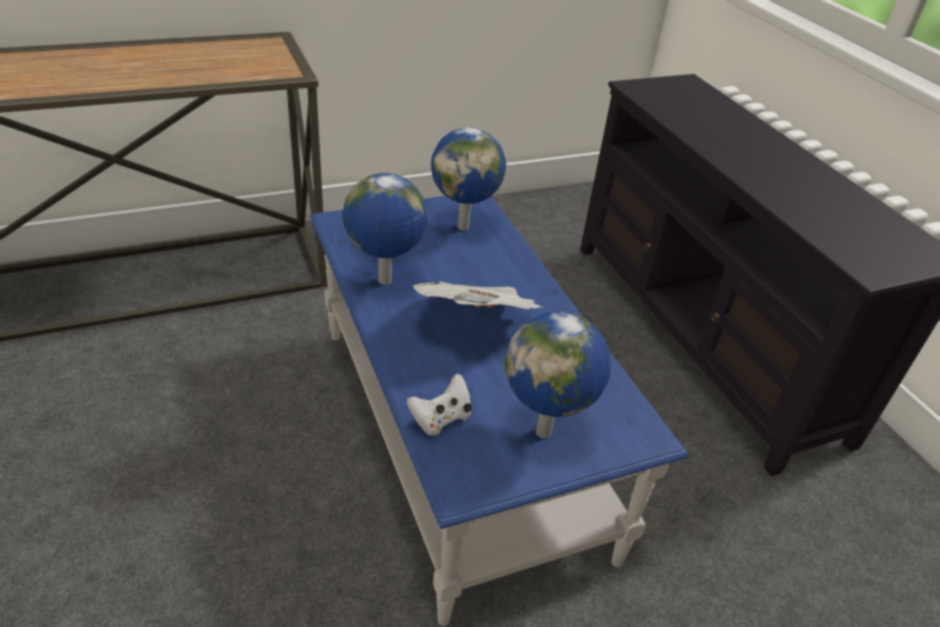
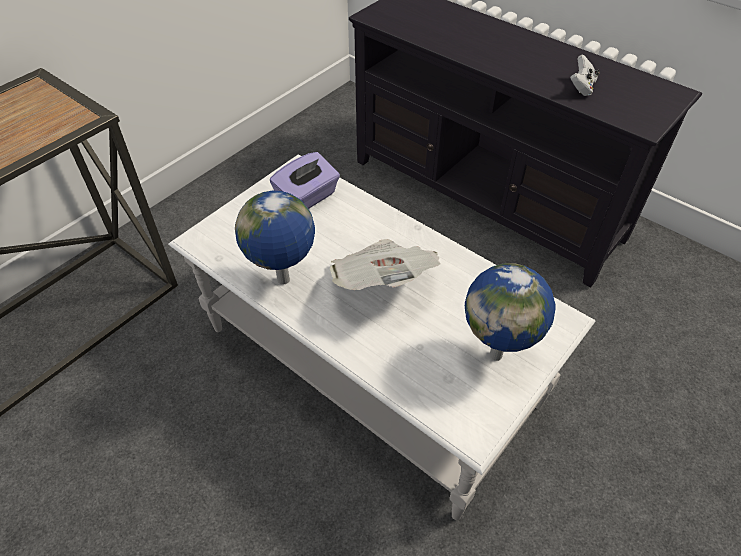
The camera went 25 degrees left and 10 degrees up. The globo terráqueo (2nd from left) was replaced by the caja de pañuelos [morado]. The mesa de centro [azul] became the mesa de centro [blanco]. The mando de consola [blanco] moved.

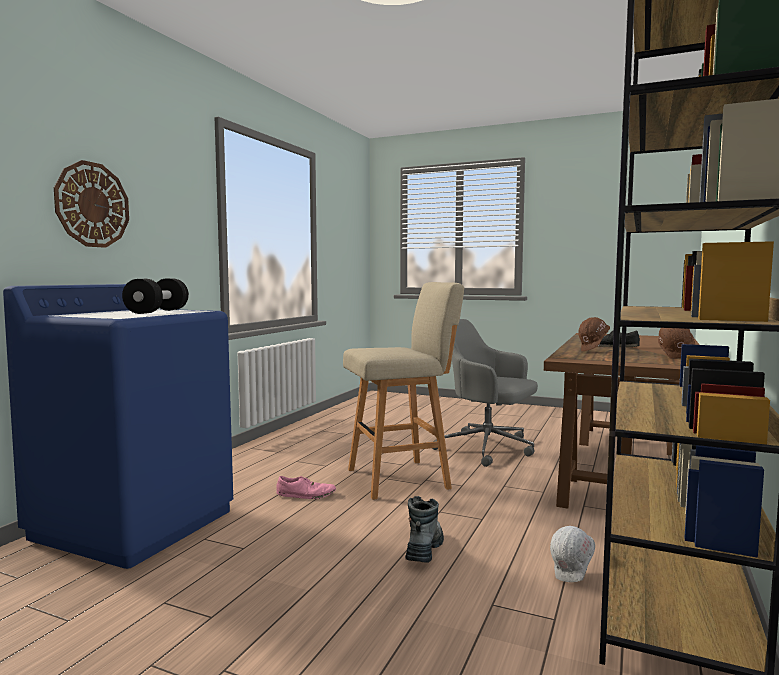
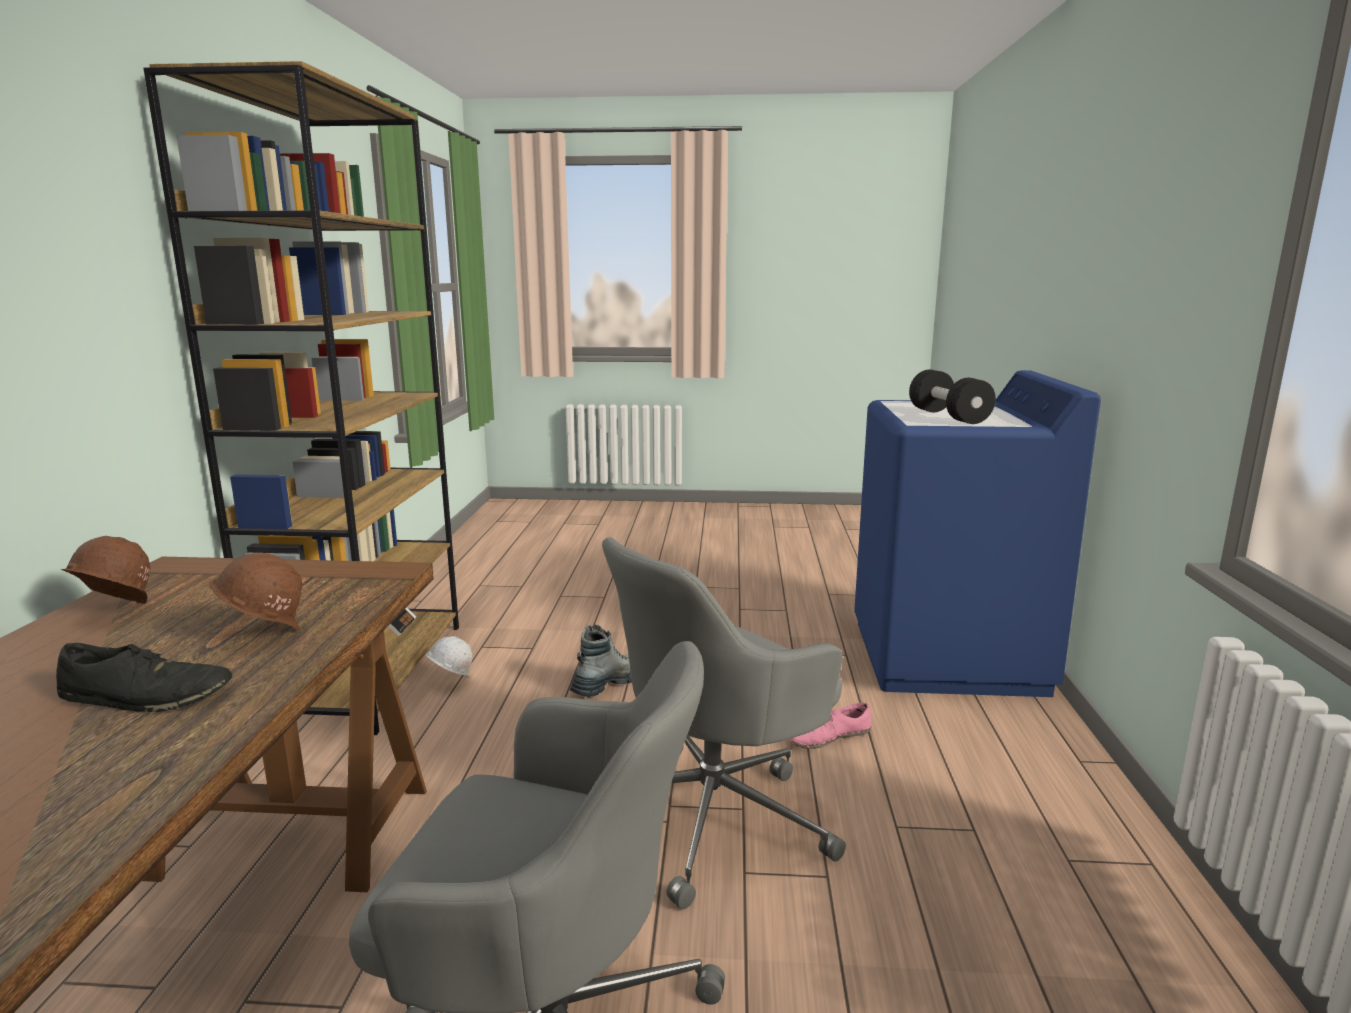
The camera went 160 degrees right and 10 degrees up. The reloj de pared disappeared. The taburete [beis] was replaced by the silla de oficina [gris] (2nd from left). The bota turned 135 degrees counterclockwise.

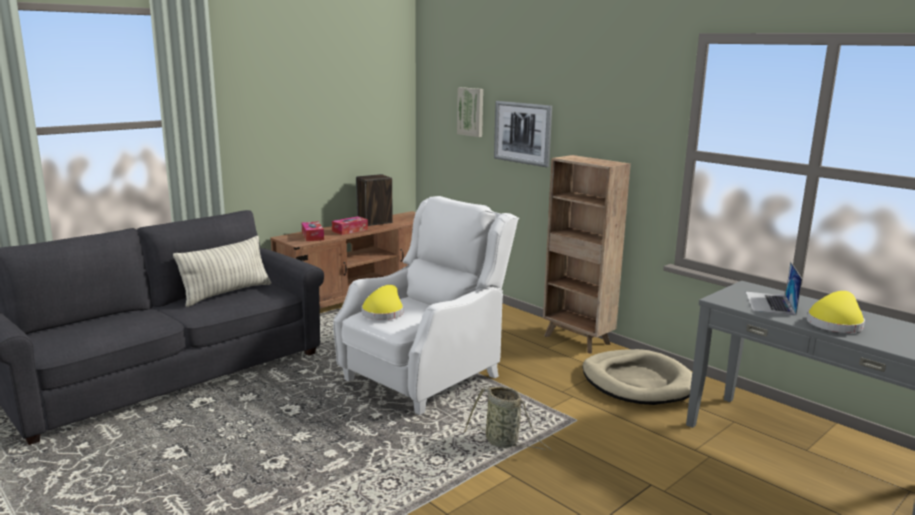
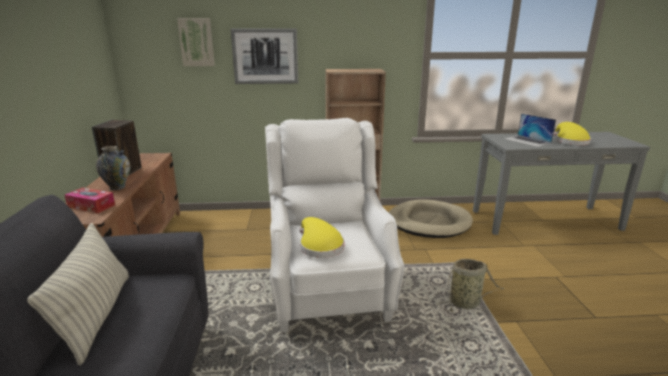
The camera went 50 degrees left and 5 degrees up. The caja de pañuelos (2nd from left) was replaced by the florero.

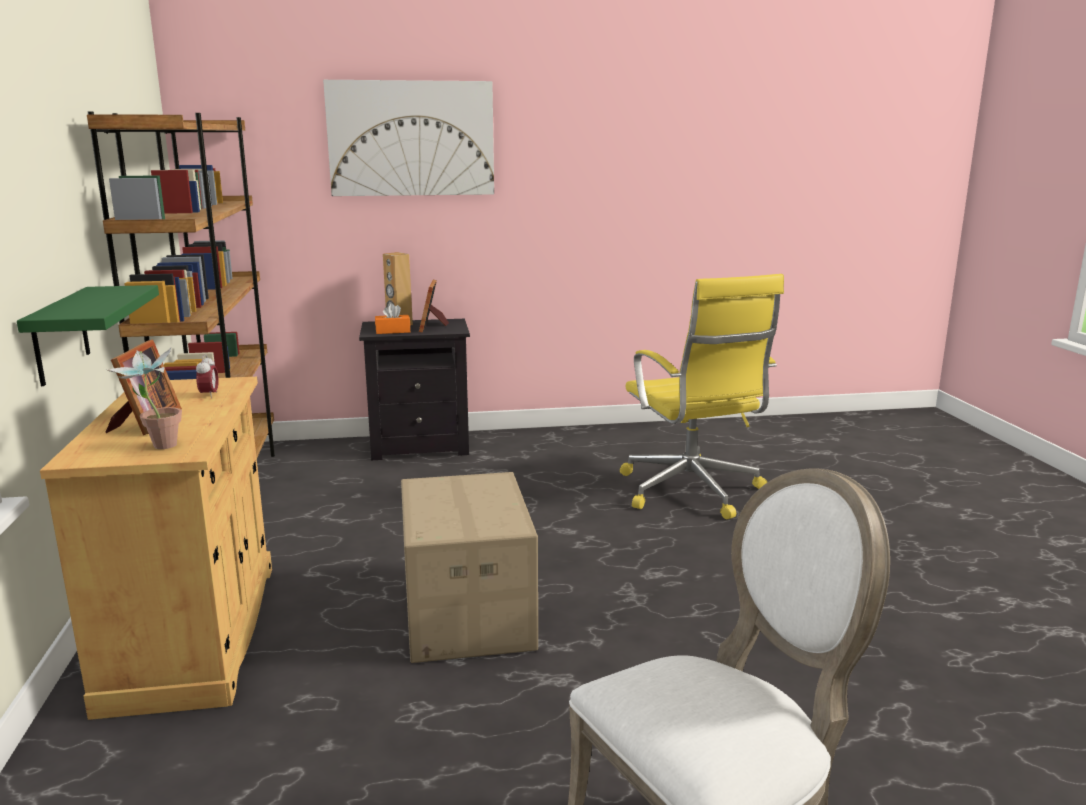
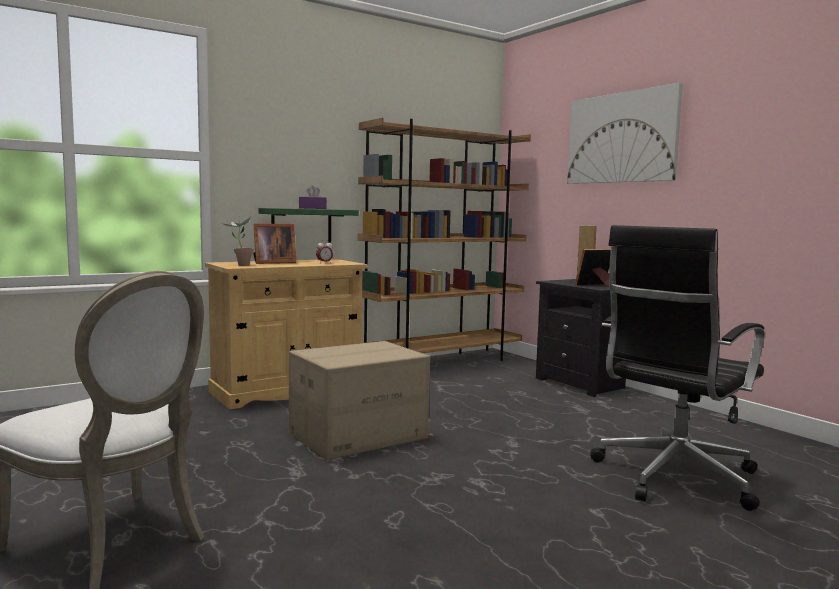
The camera went 65 degrees right and 10 degrees down. The silla de oficina [amarillo] became the silla de oficina [negro]. The caja de pañuelos [naranja] disappeared. The caja de pañuelos [morado] appeared.

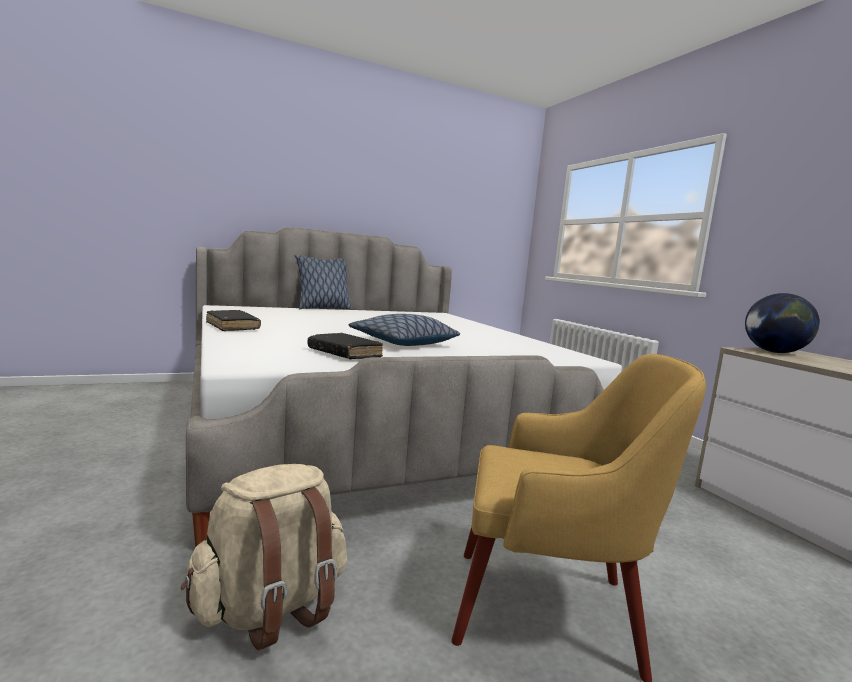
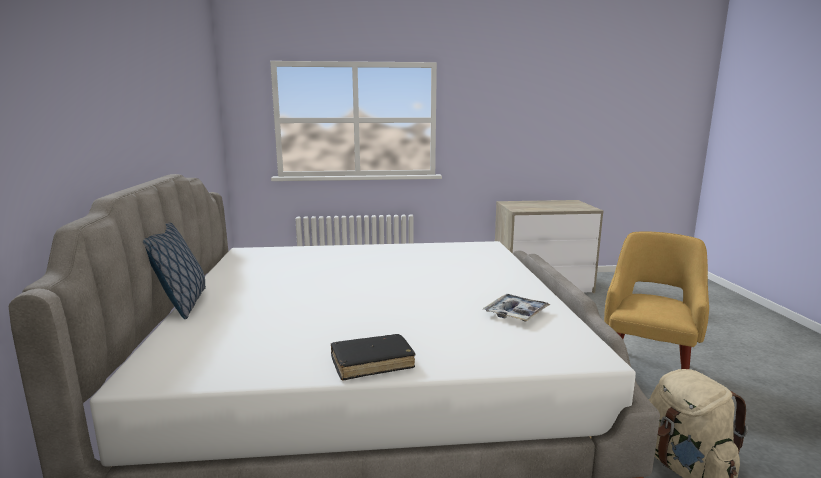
The camera went 70 degrees left and 5 degrees up. The globo terráqueo disappeared. The cojín (2nd from left) disappeared. The libro [negro] (2nd from left) was replaced by the bandeja.

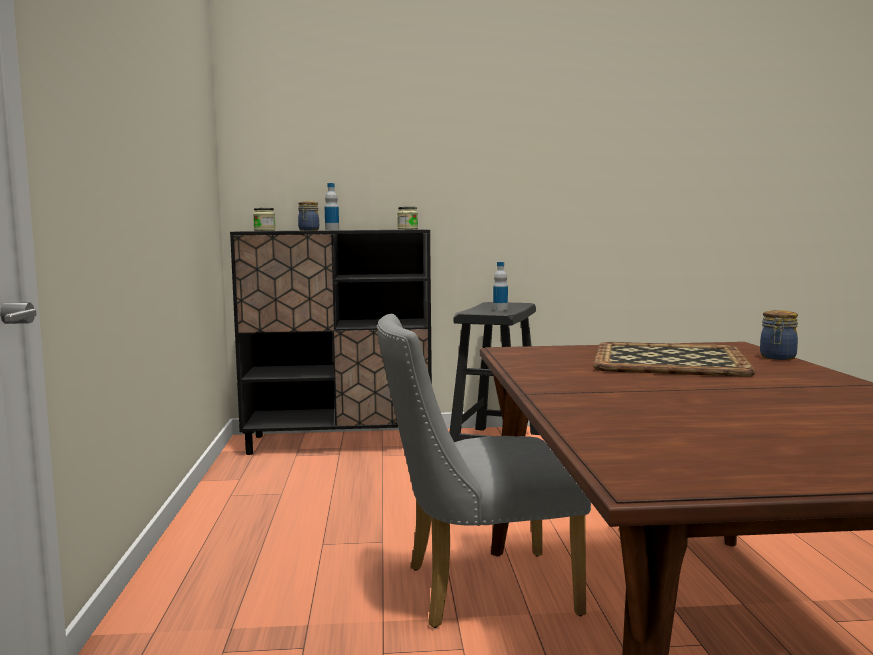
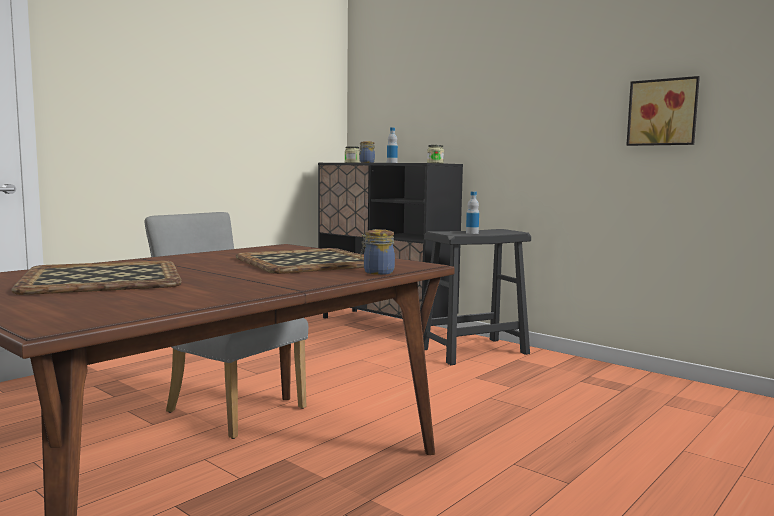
The camera went 45 degrees right and 0 degrees up. The cuadro appeared. The bandeja (1st from left) appeared.

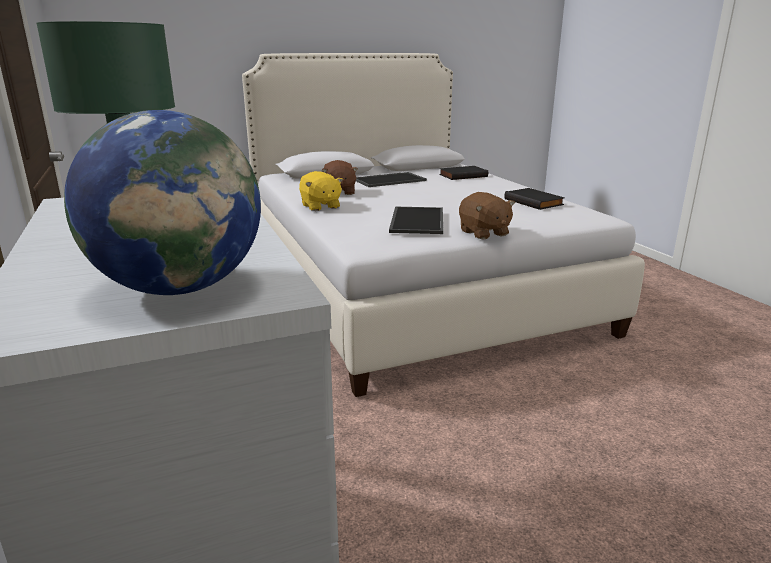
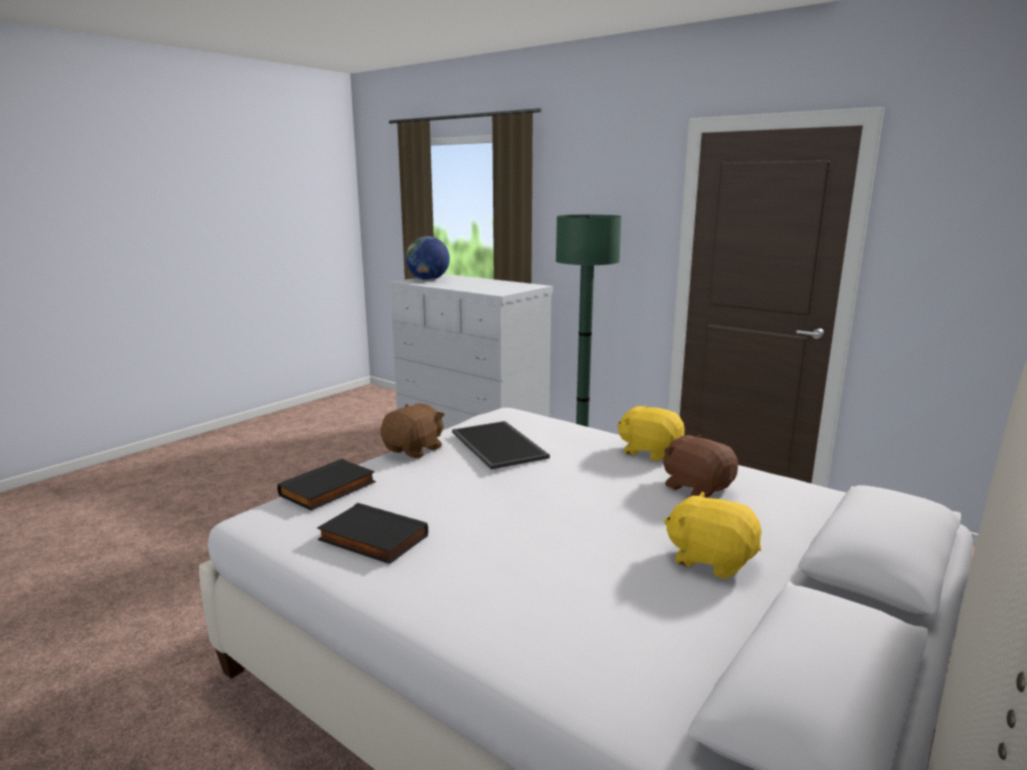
The camera went 150 degrees right and 5 degrees down. The libro [negro] (1st from left) moved. The bandeja (1st from left) was replaced by the peluche [amarillo] (2nd from left). The peluche [marrón] (2nd from left in the first image) turned 90 degrees clockwise.

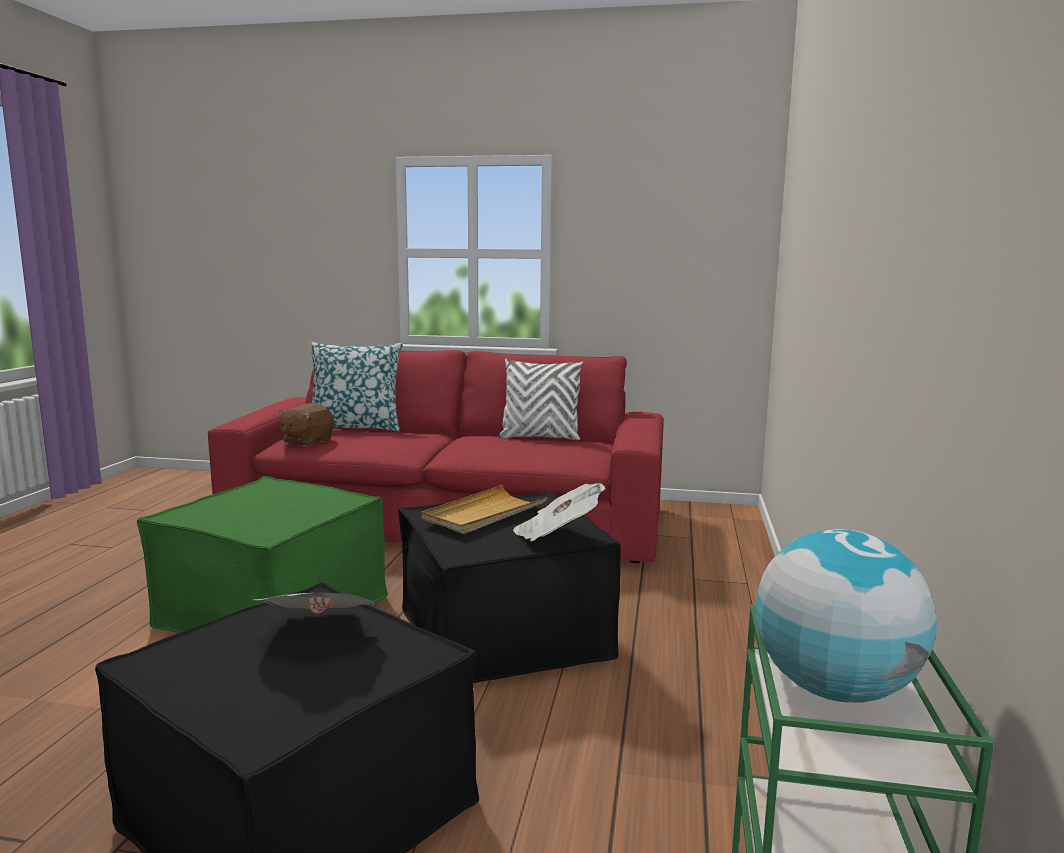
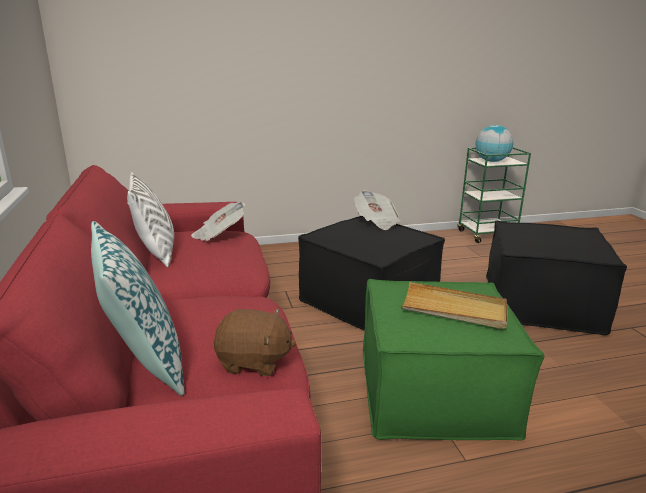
The camera went 115 degrees left and 10 degrees up. The bandeja [beis] moved. The periódico (1st from left) moved.

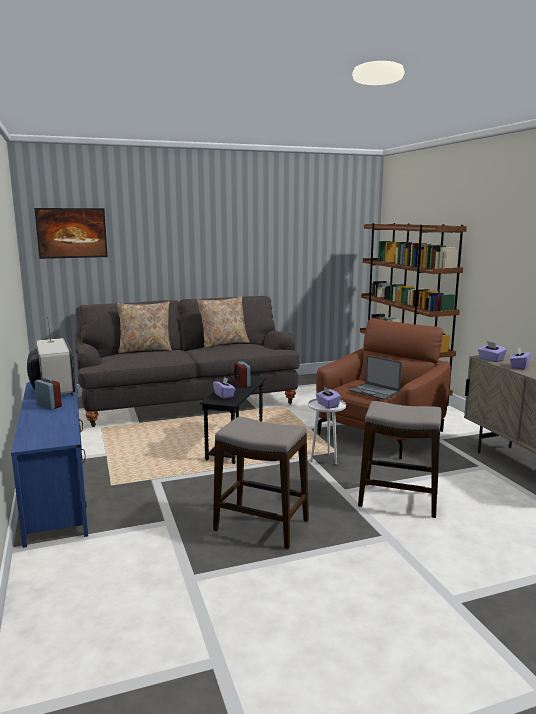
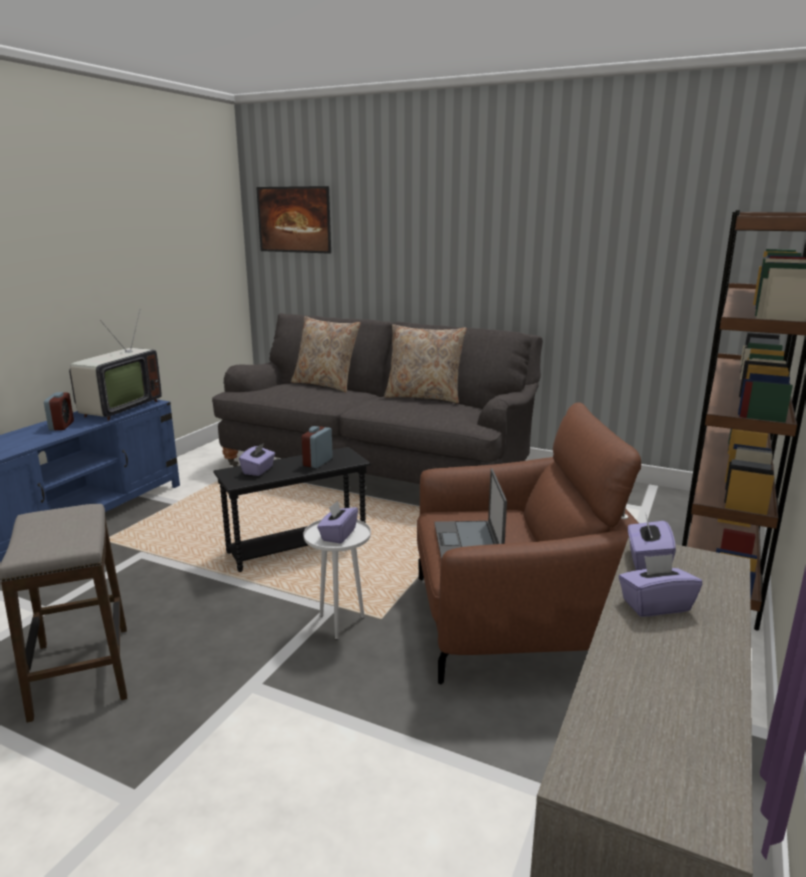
The camera went 45 degrees right and 5 degrees up. The taburete (2nd from left) disappeared.

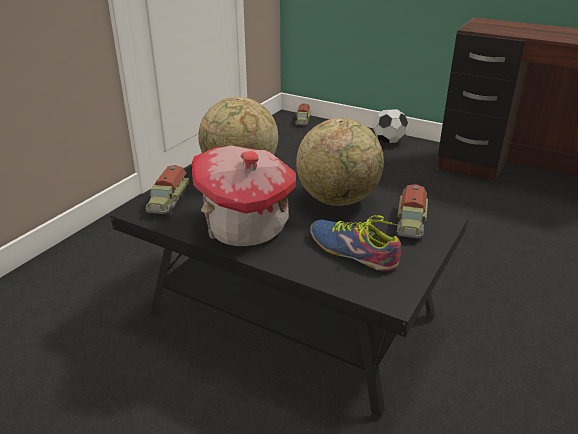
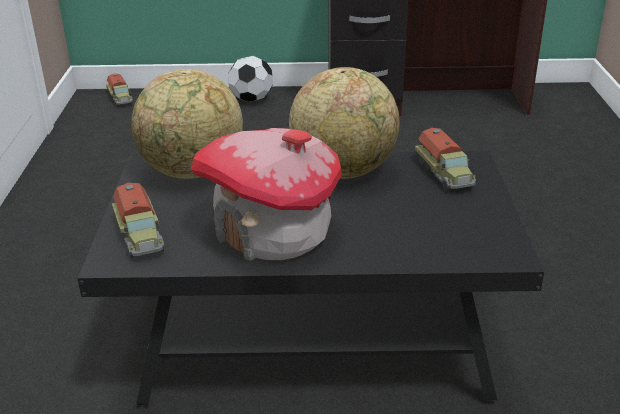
The camera went 30 degrees left and 0 degrees up. The zapato disappeared.

